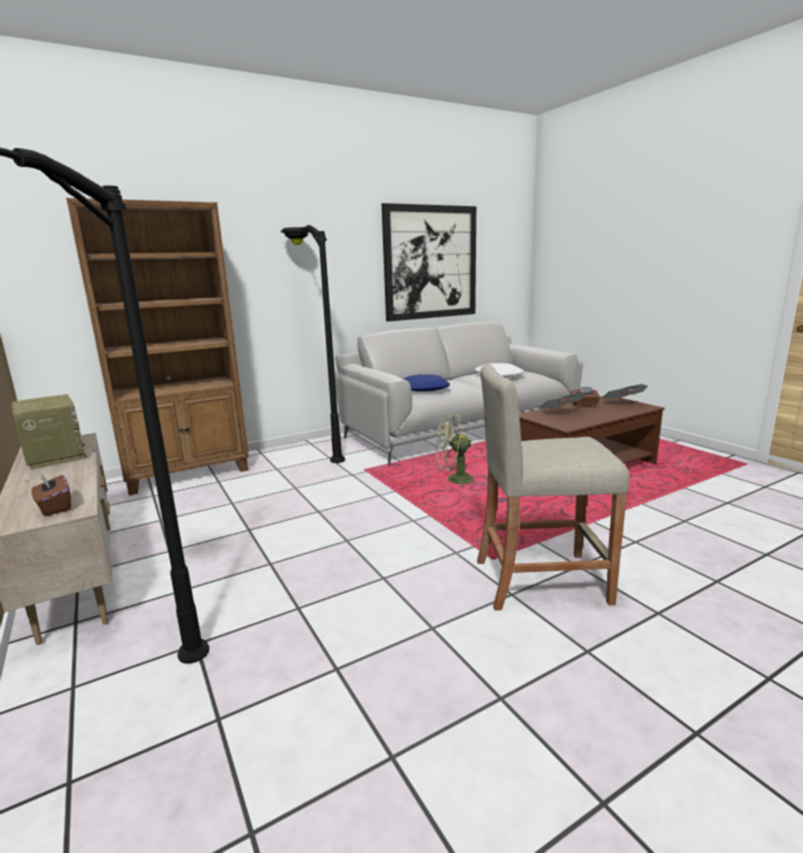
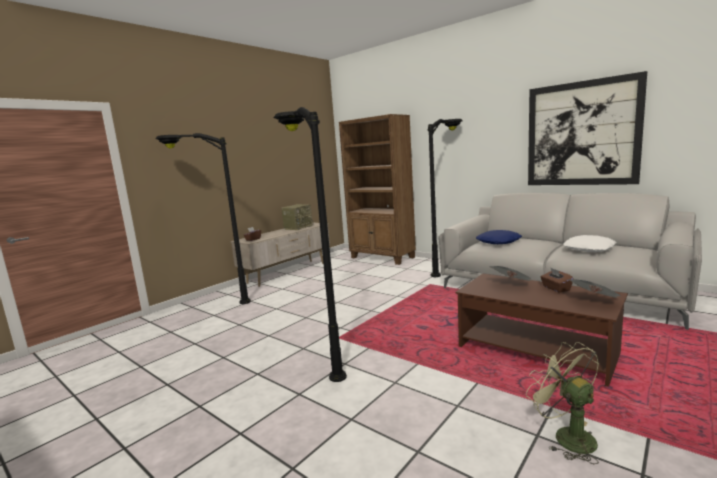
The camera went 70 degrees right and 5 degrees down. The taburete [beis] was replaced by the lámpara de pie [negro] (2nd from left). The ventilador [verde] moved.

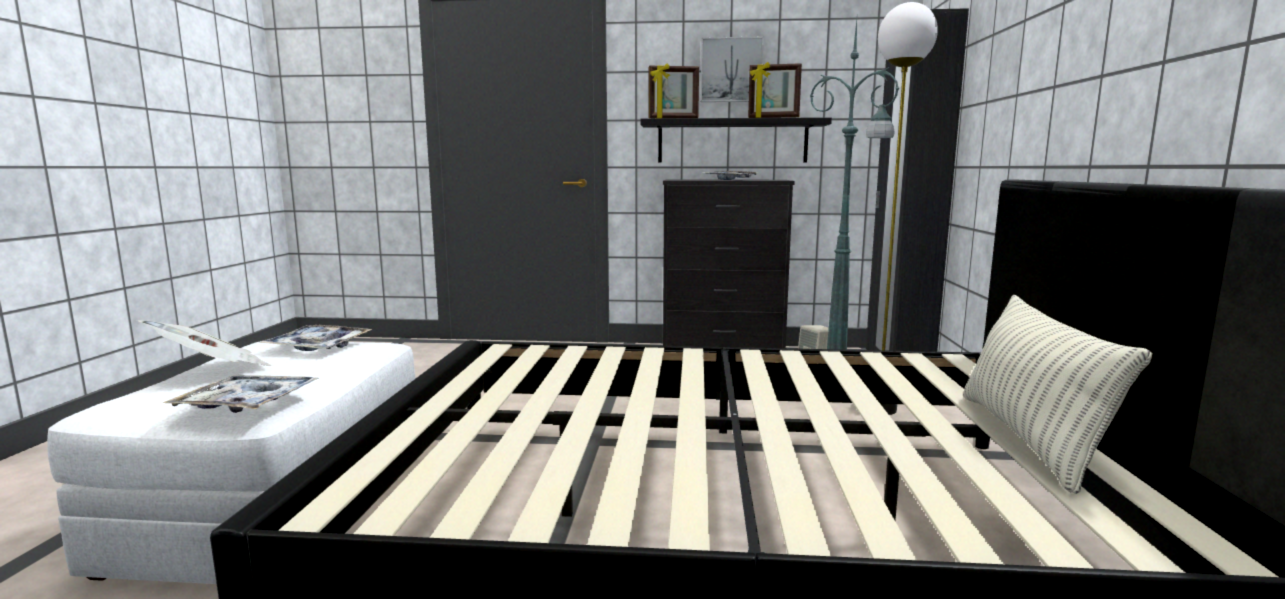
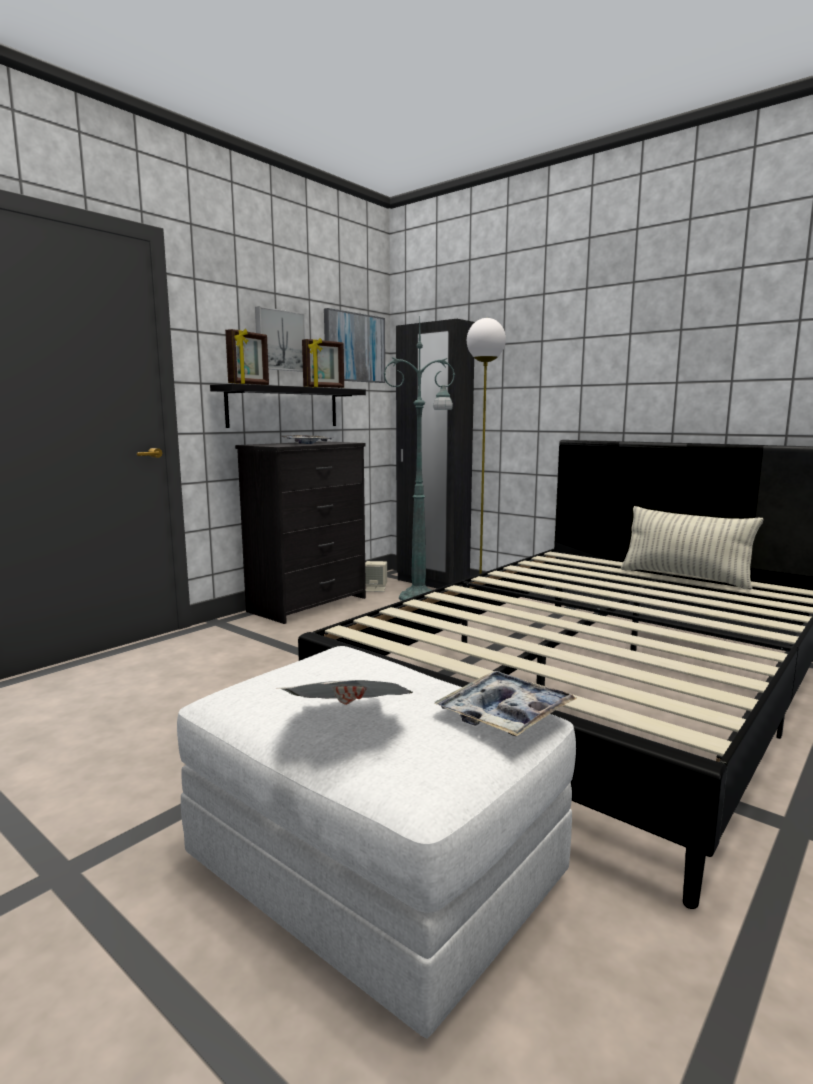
The camera went 55 degrees left and 0 degrees up. The bandeja (2nd from left) disappeared. The cuadro (2nd from left) appeared.

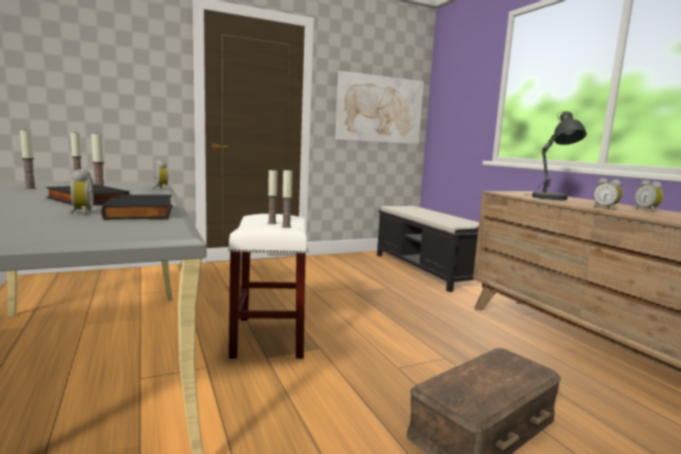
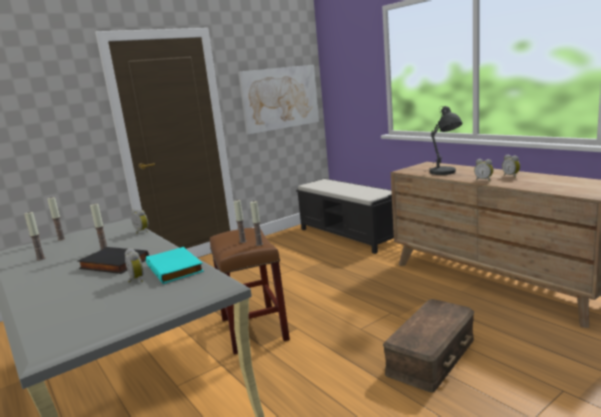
The camera went 10 degrees left and 5 degrees up. The libro [negro] (2nd from left) became the libro [turquesa]. The taburete [blanco] became the taburete [marrón].

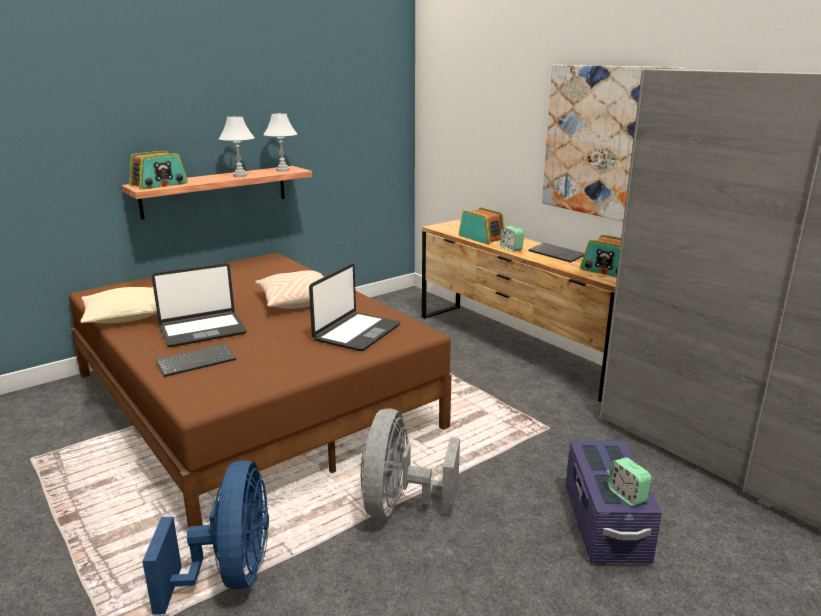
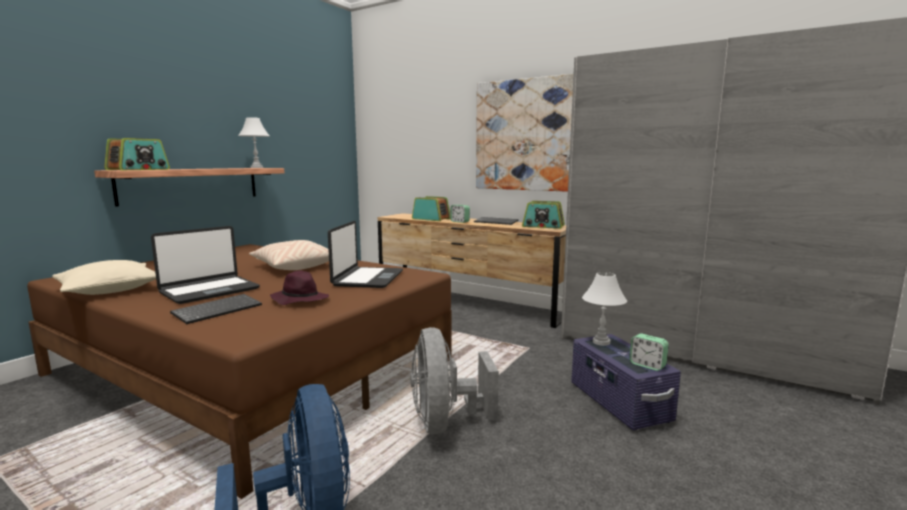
The camera went 20 degrees left and 10 degrees down. The lámpara de mesa [blanco] (1st from left in the first image) moved. The sombrero [morado] appeared.

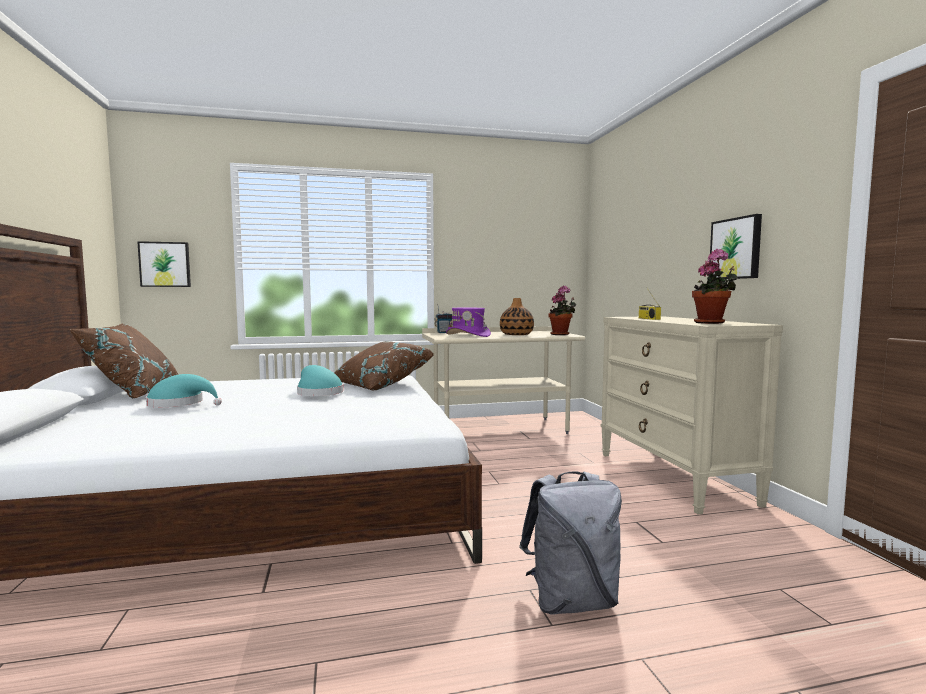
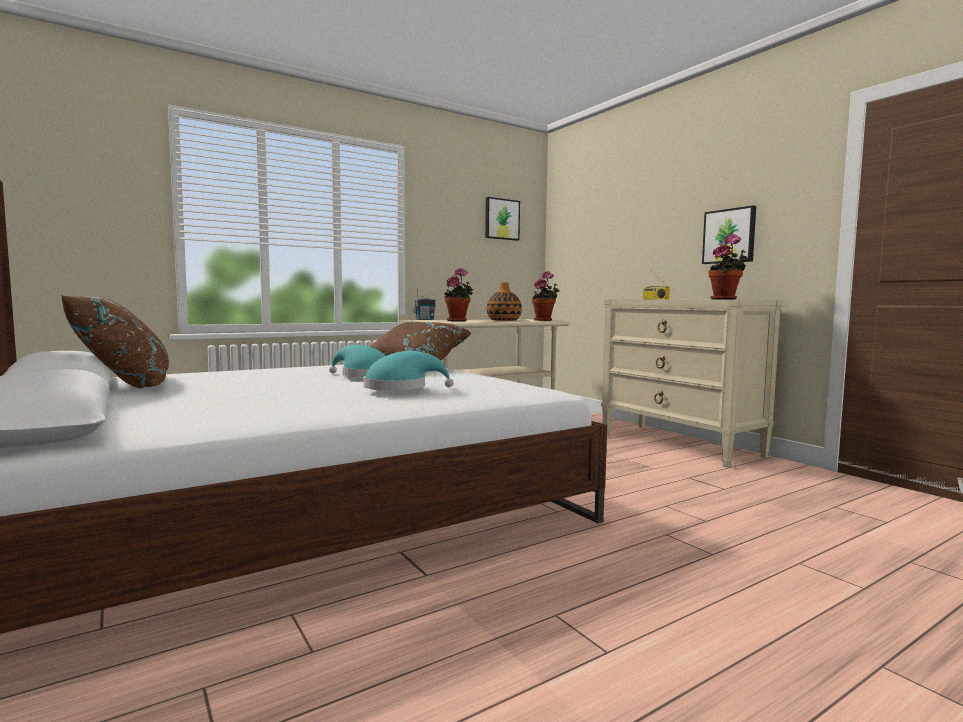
The camera went 20 degrees left and 0 degrees up. The cuadro (1st from left) moved. The sombrero [morado] was replaced by the planta en maceta (1st from left). The sombrero [turquesa] (1st from left in the first image) moved. The mochila [gris] disappeared.

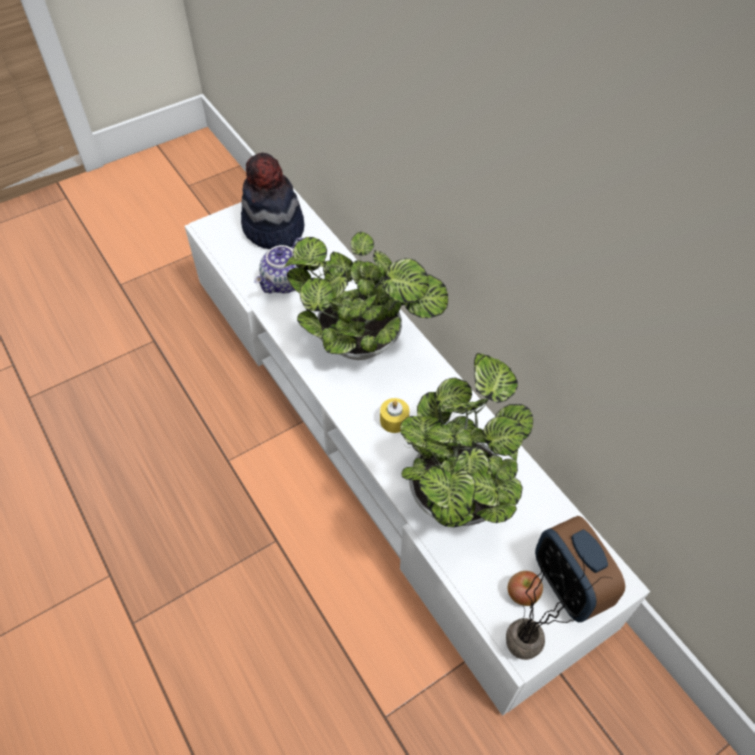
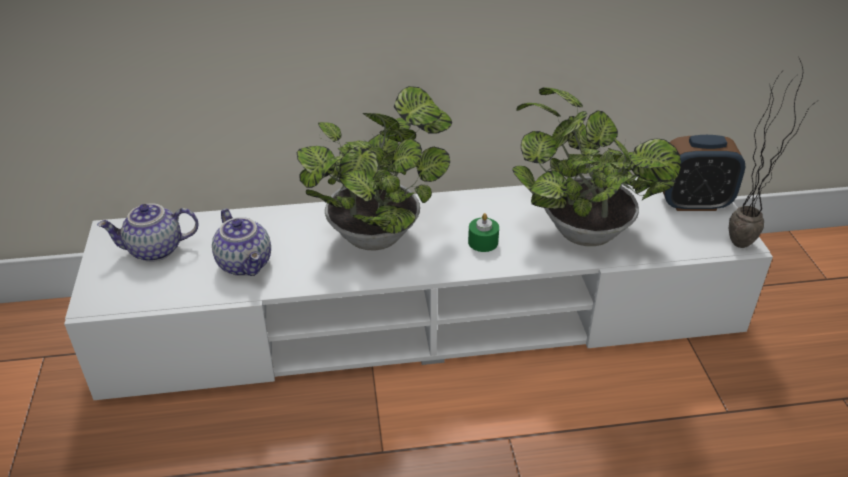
The camera went 65 degrees left and 15 degrees down. The sombrero was replaced by the tetera (1st from left). The vela [amarillo] became the vela [verde]. The manzana disappeared.

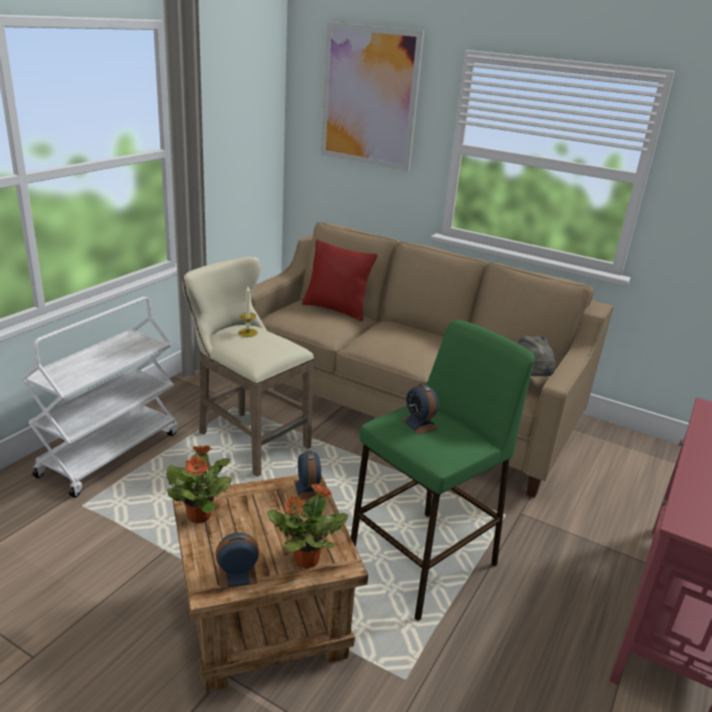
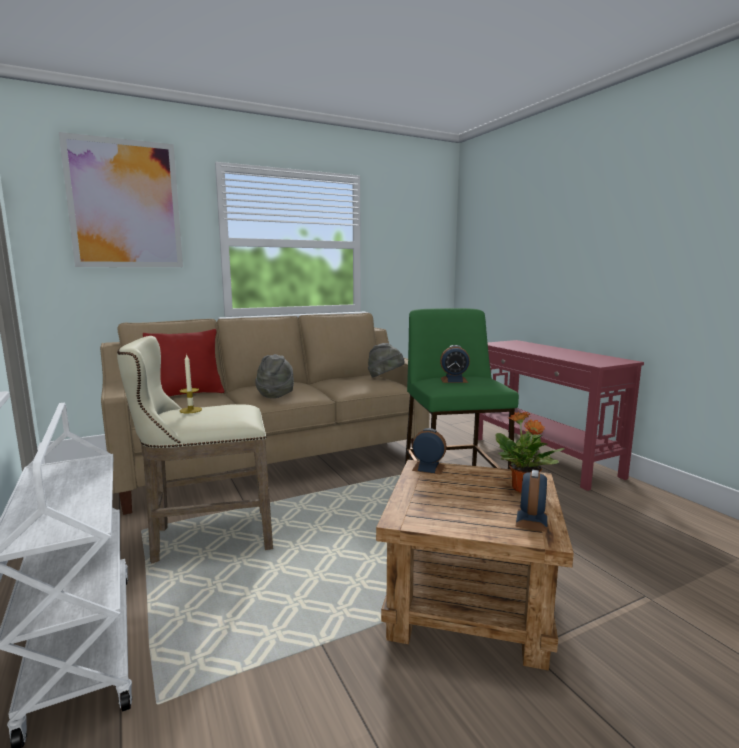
The camera went 55 degrees left and 15 degrees down. The planta en maceta (1st from left) disappeared. The sombrero [gris] (1st from left) appeared.

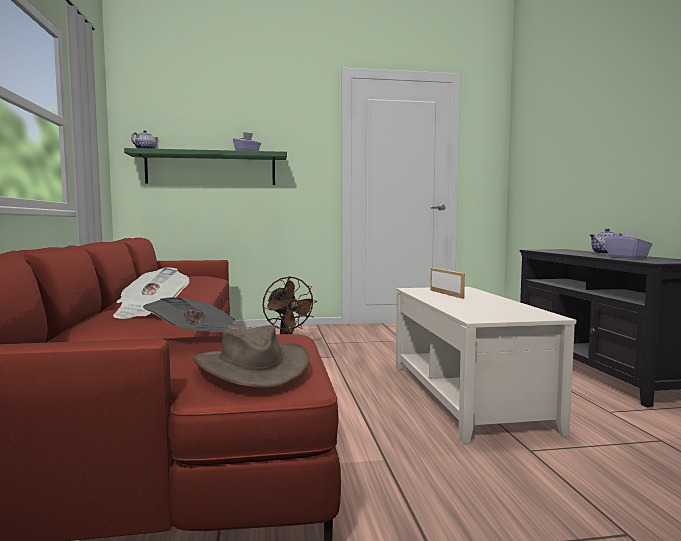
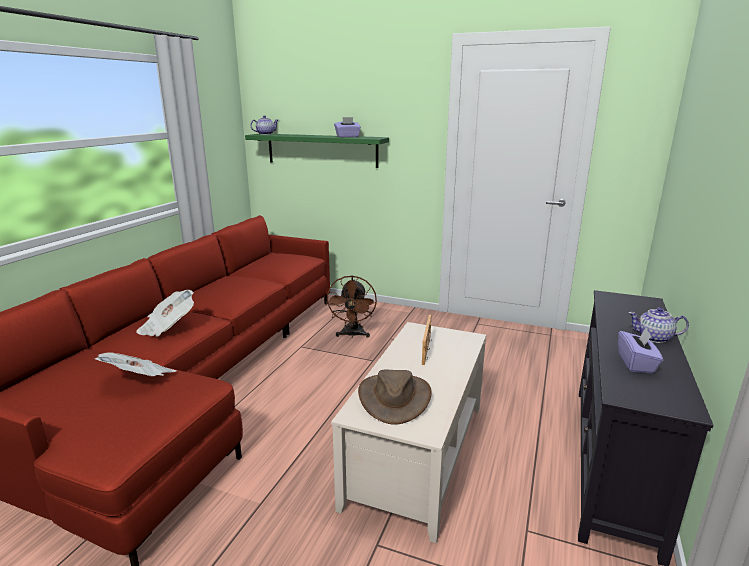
The camera went 30 degrees right and 15 degrees up. The sombrero [marrón] moved.

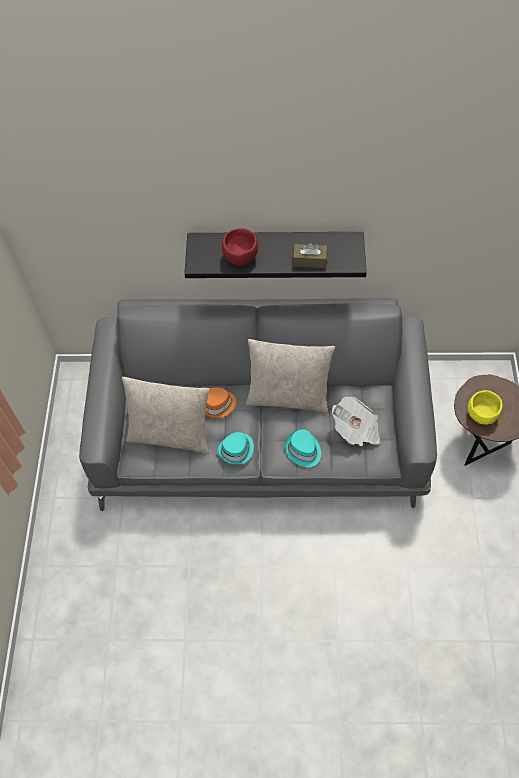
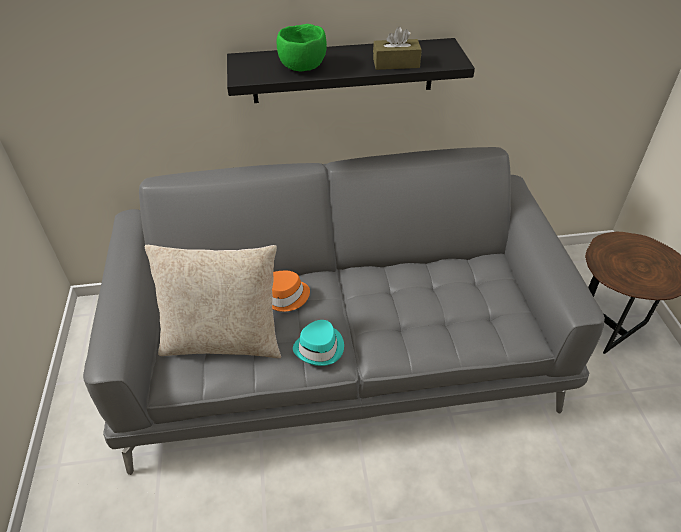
The camera went 10 degrees left and 15 degrees down. The cuenco [rojo] became the cuenco [verde]. The cojín [beis] (2nd from left) disappeared. The cuenco [amarillo] disappeared. The periódico disappeared. The sombrero [turquesa] (2nd from left) disappeared.

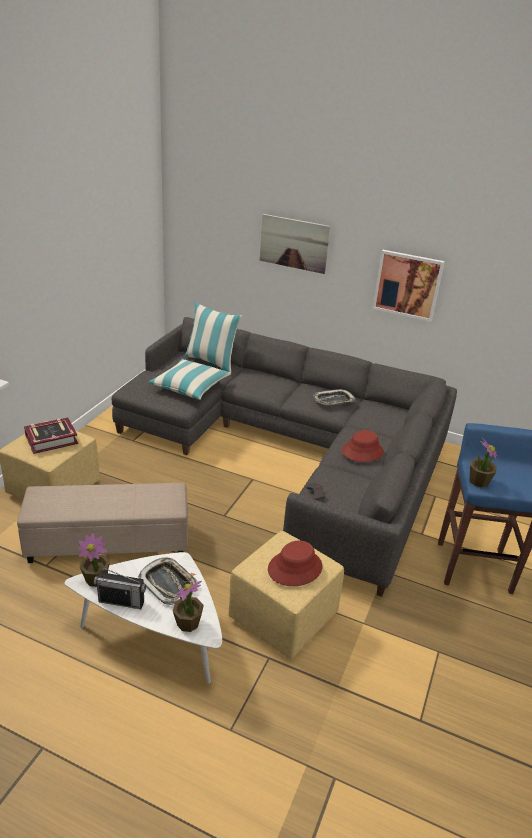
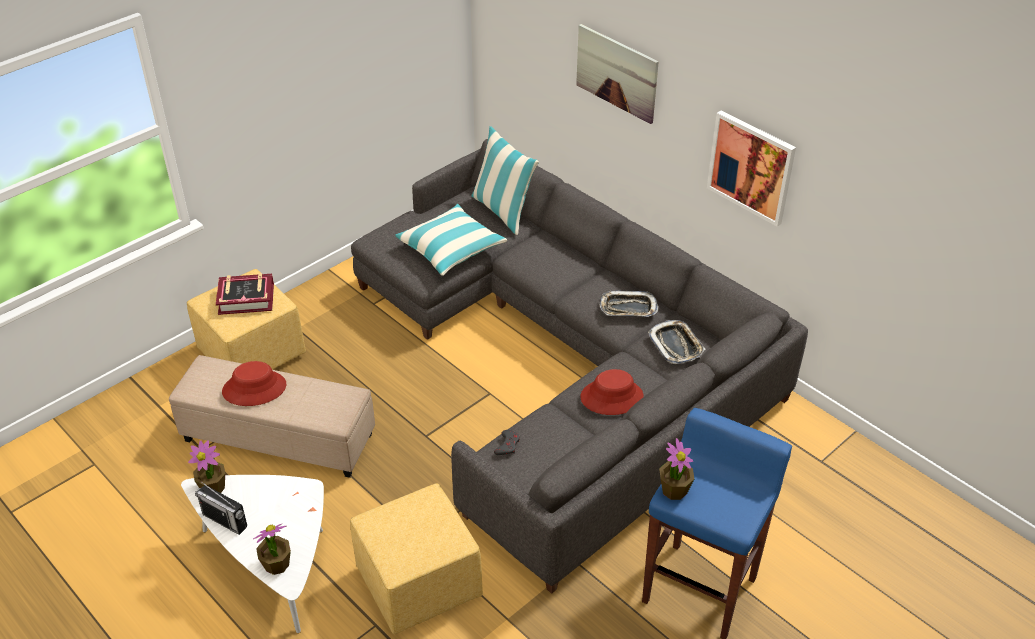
The camera went 25 degrees right and 10 degrees up. The sombrero [rojo] (1st from left) moved. The bandeja (1st from left in the first image) moved.

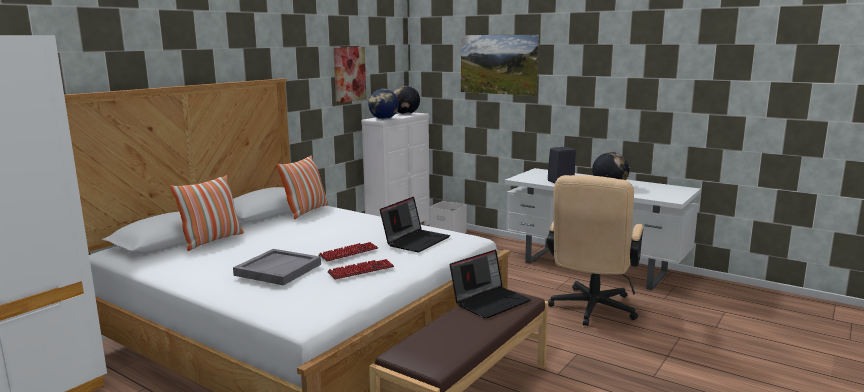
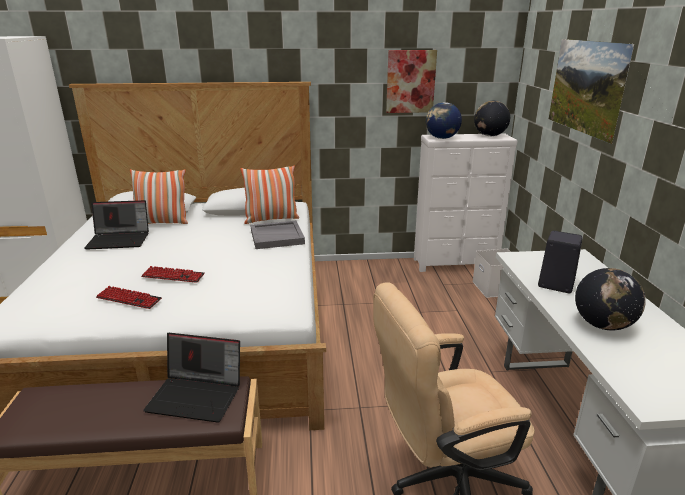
The camera went 50 degrees right and 10 degrees up. The portátil (1st from left) moved. The bandeja [gris] moved.

